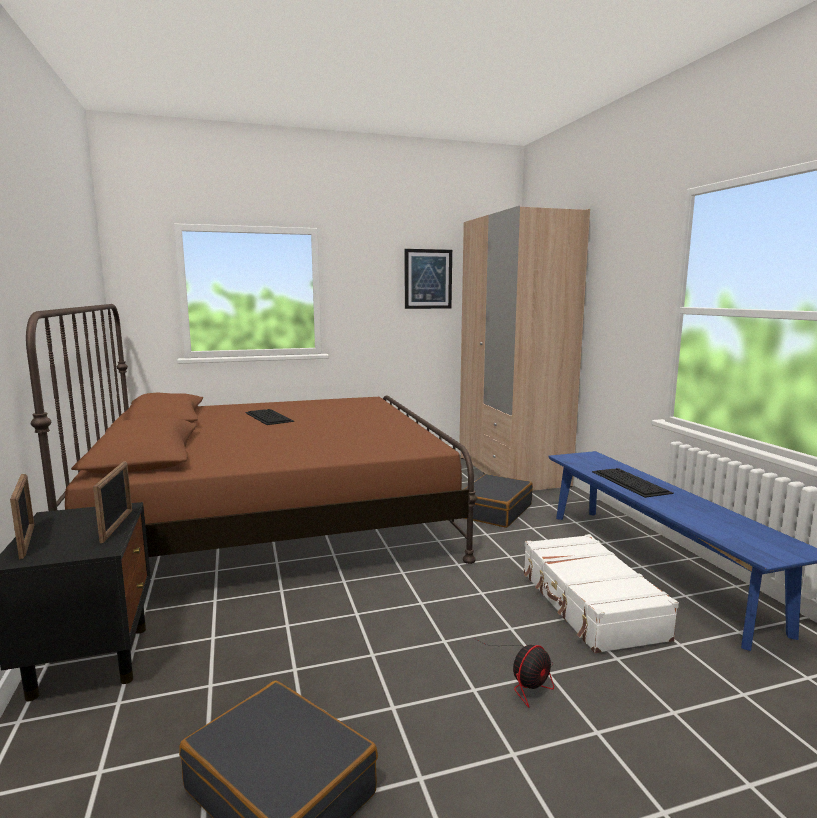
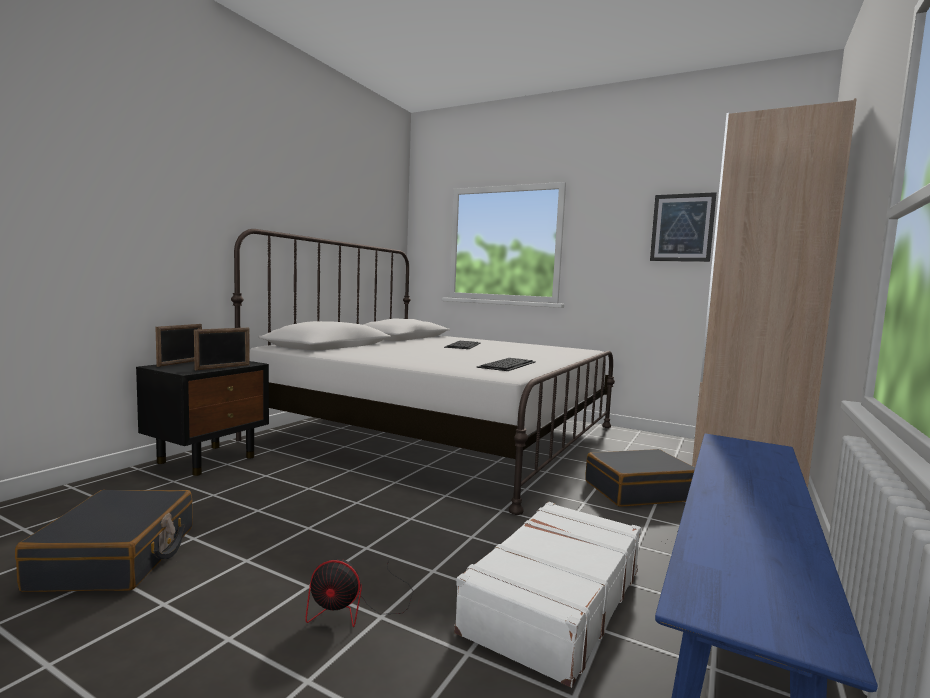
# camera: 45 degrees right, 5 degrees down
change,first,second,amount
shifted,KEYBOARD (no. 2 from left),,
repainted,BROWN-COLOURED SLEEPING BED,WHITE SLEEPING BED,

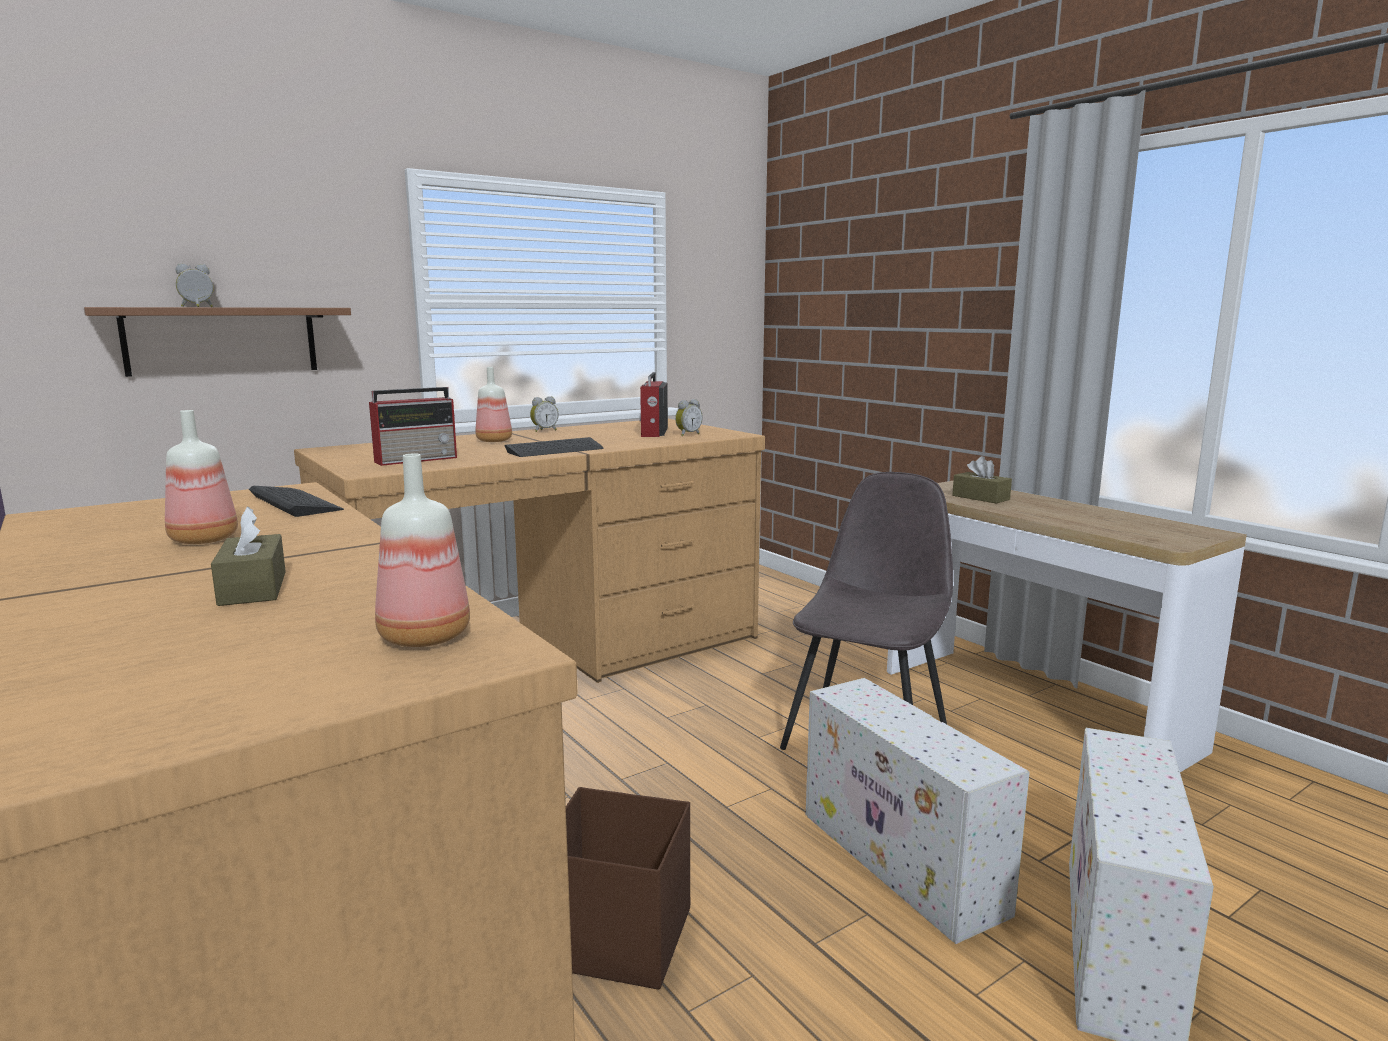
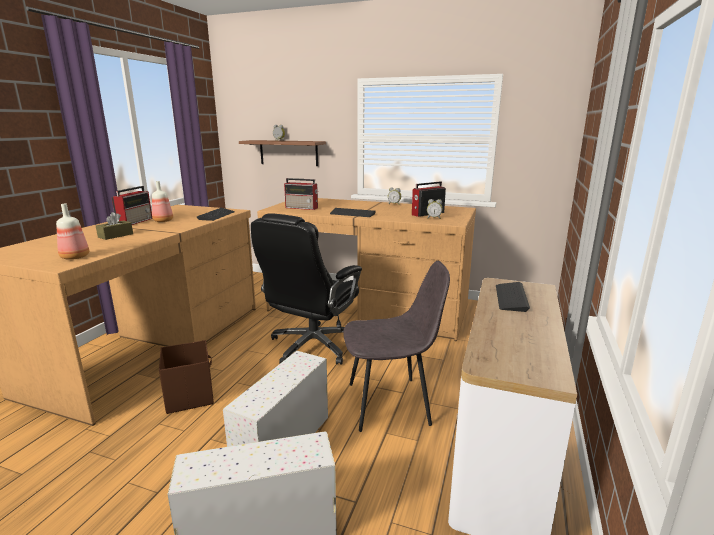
# camera: 55 degrees right, 5 degrees up
change,first,second,amount
gone,BEVERAGE BOTTLE (no. 3 from left),,
new,,RADIO RECEIVER (no. 1 from left),
new,,BLACK COMPUTER CHAIR,
swapped,BROWN-COLOURED BOX OF TISSUES (no. 2 from left),KEYBOARD (no. 3 from left),

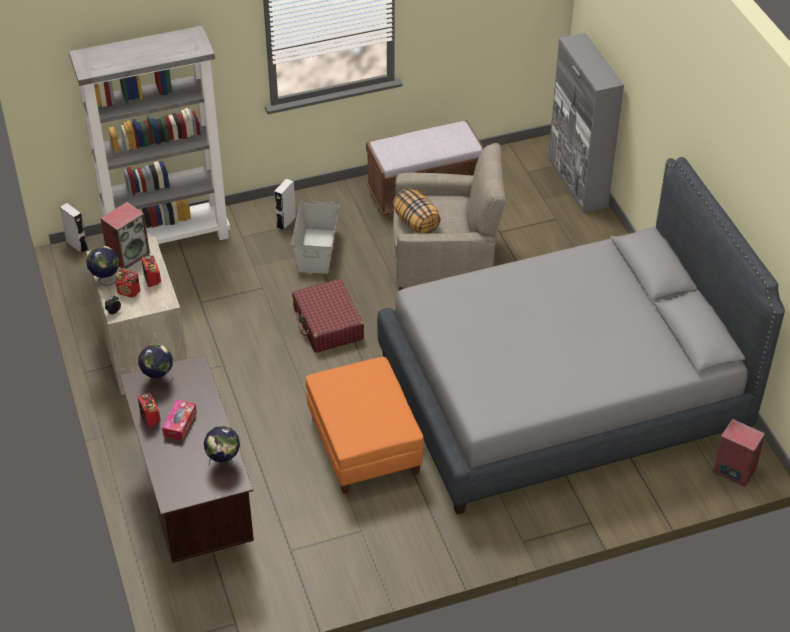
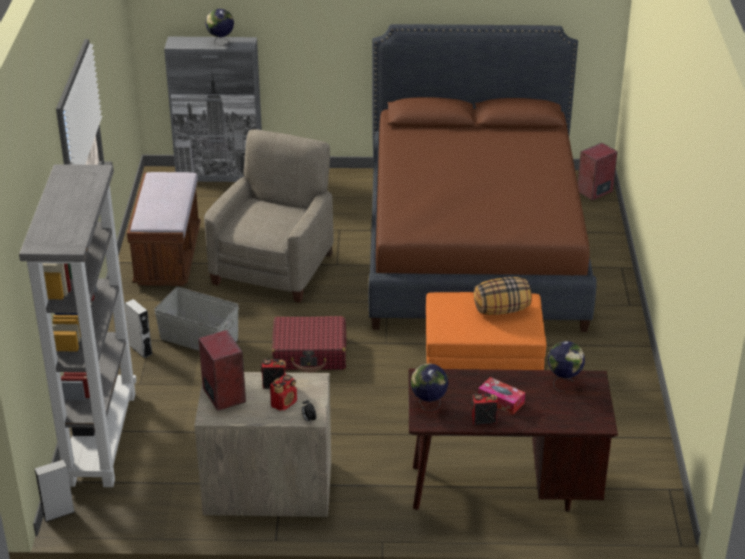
# camera: 70 degrees left, 10 degrees down
change,first,second,amount
shifted,DESK GLOBE (no. 1 from left),,
shifted,CUSHION,,
repainted,GREY SLEEPING BED,BROWN-COLOURED SLEEPING BED,

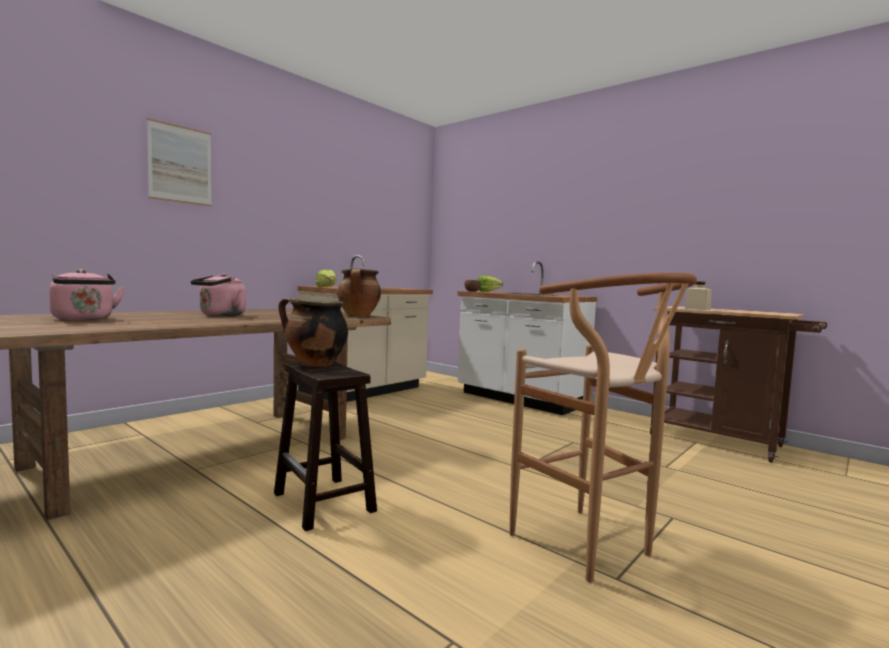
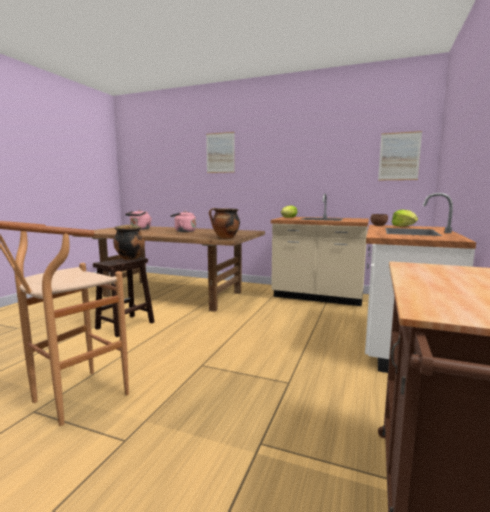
# camera: 70 degrees right, 5 degrees up
change,first,second,amount
gone,SAND-COLOURED JAR,,
new,,WALL PICTURE (no. 2 from left),

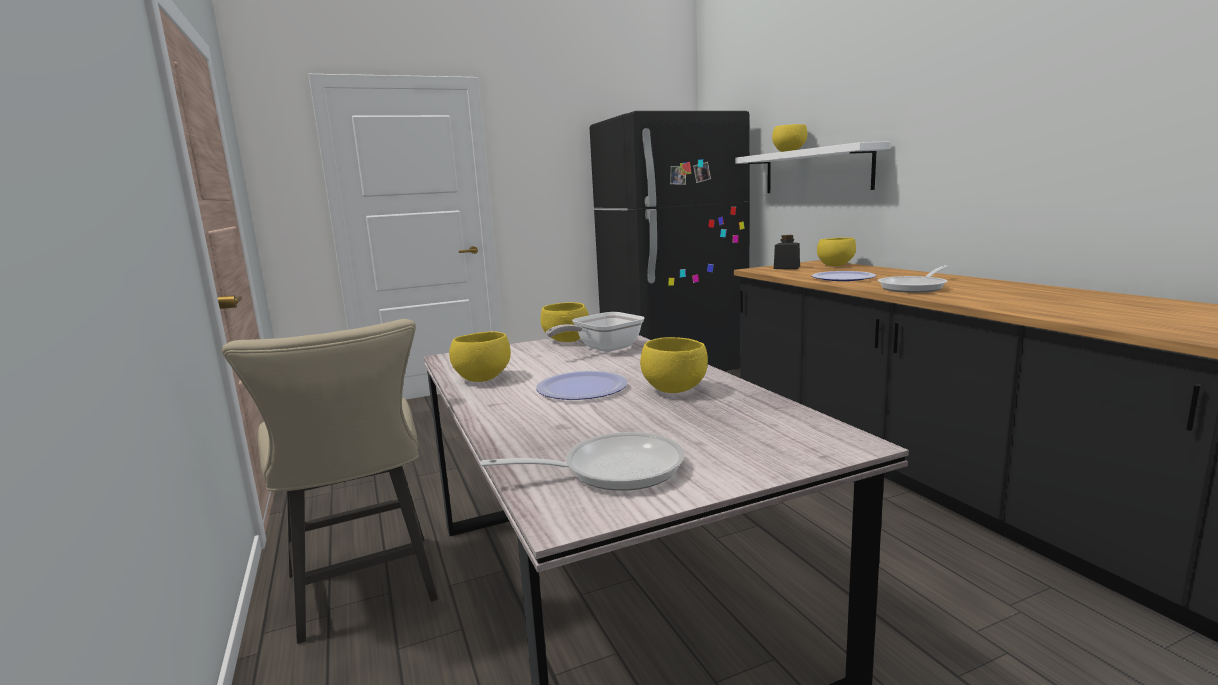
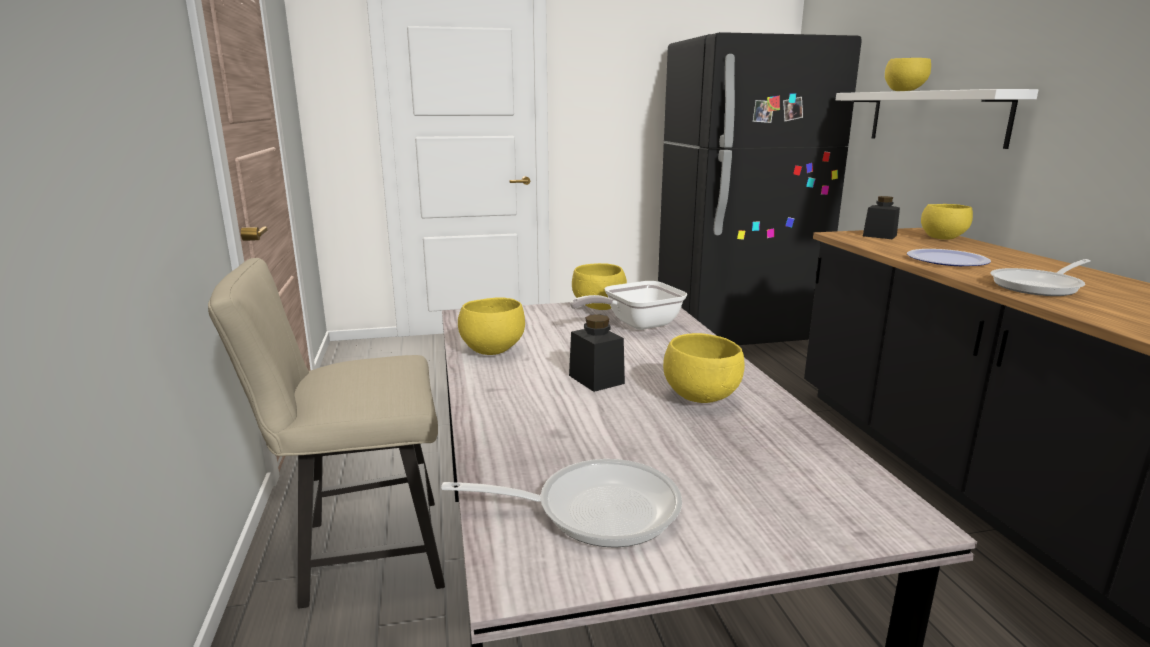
# camera: 10 degrees right, 5 degrees up
change,first,second,amount
swapped,PLATE (no. 1 from left),BLACK JAR (no. 1 from left),
rotated,SAND-COLOURED CHAIR,,90 degrees clockwise

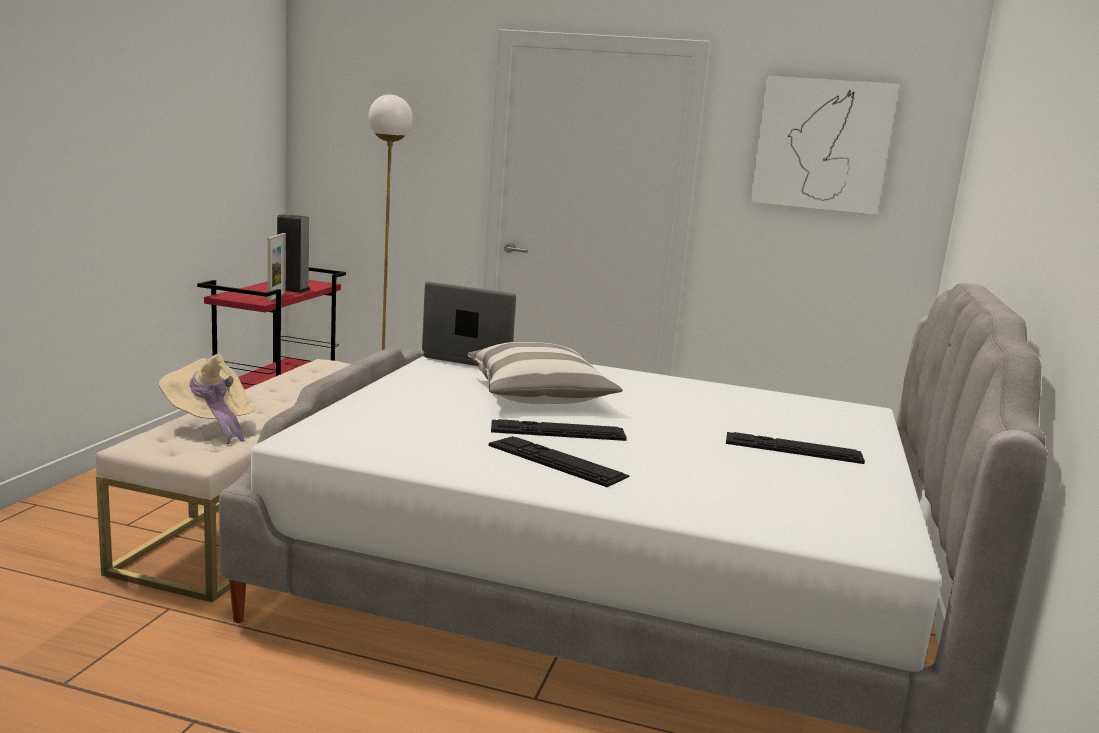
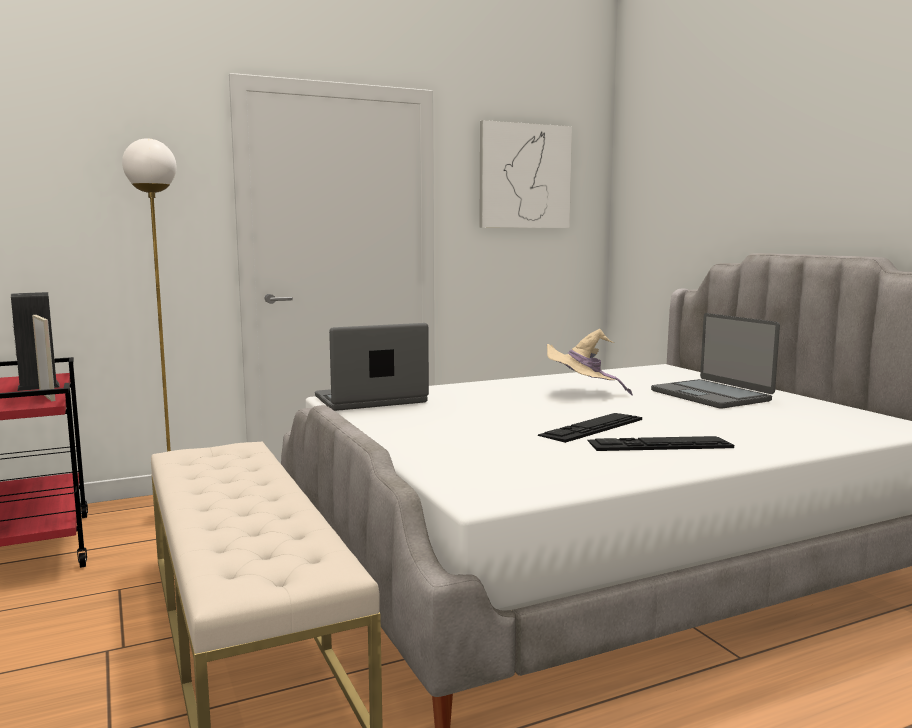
# camera: 40 degrees left, 5 degrees down
change,first,second,amount
gone,CUSHION,,
shifted,SAND-COLOURED HAT,,
swapped,KEYBOARD (no. 3 from left),NOTEBOOK COMPUTER (no. 2 from left),

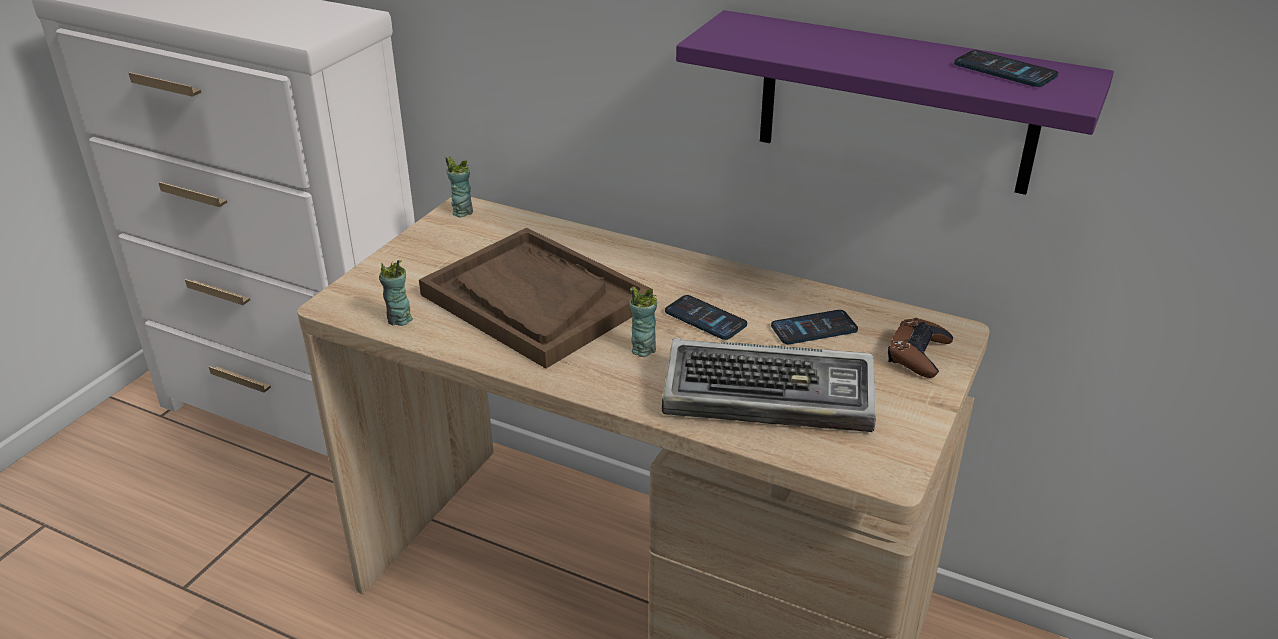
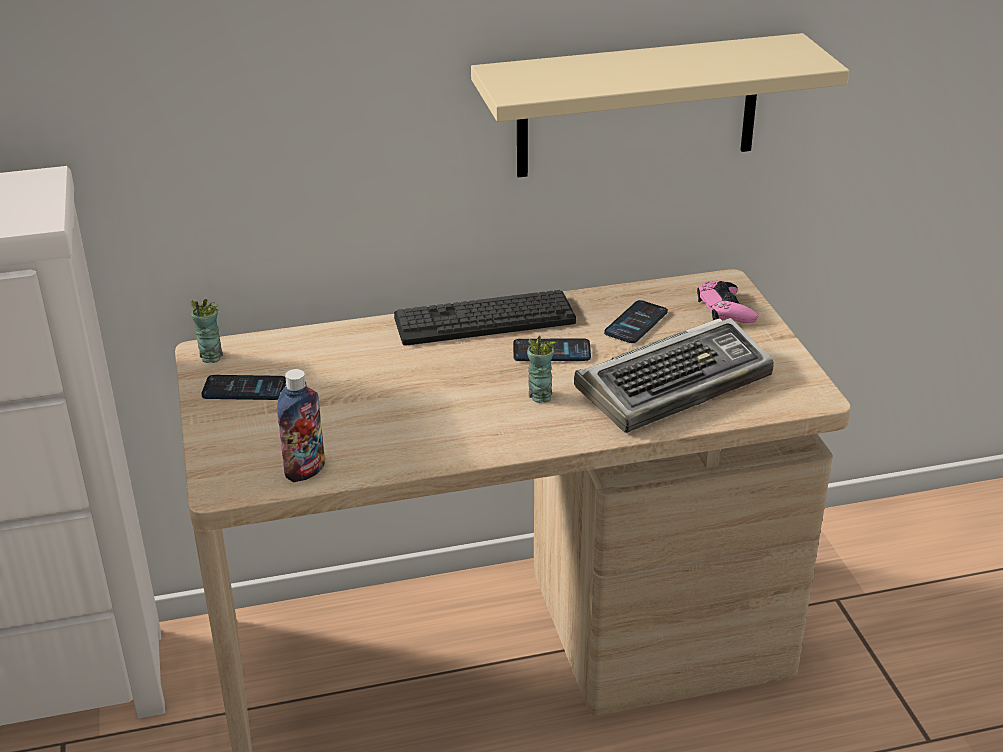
# camera: 40 degrees left, 0 degrees up
change,first,second,amount
gone,BROWN-COLOURED TRAY,,
new,,KEYBOARD (no. 1 from left),
shifted,HANDSET (no. 3 from left in the first image),HANDSET (no. 1 from left),
swapped,CUP (no. 1 from left),BEVERAGE BOTTLE,
repainted,PURPLE BRACKET SHELF,SAND-COLOURED BRACKET SHELF,
repainted,BROWN-COLOURED JOYPAD,PINK-COLOURED JOYPAD,

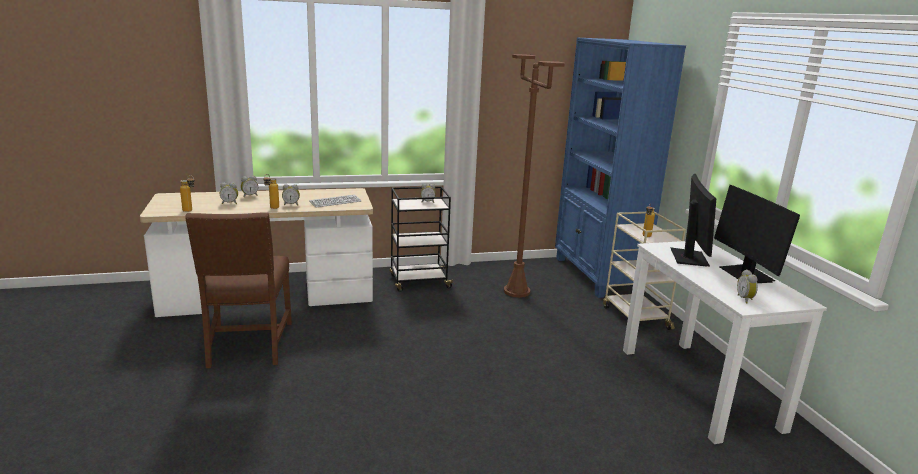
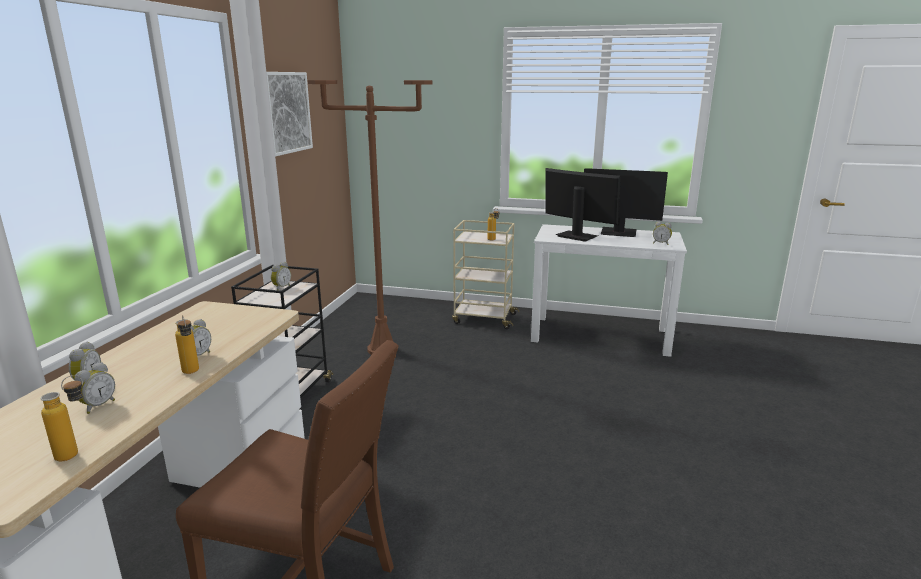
# camera: 60 degrees left, 0 degrees up
change,first,second,amount
gone,KEYBOARD,,
gone,BLUE-COLOURED BOOKSHELF,,
new,,WALL PICTURE,

